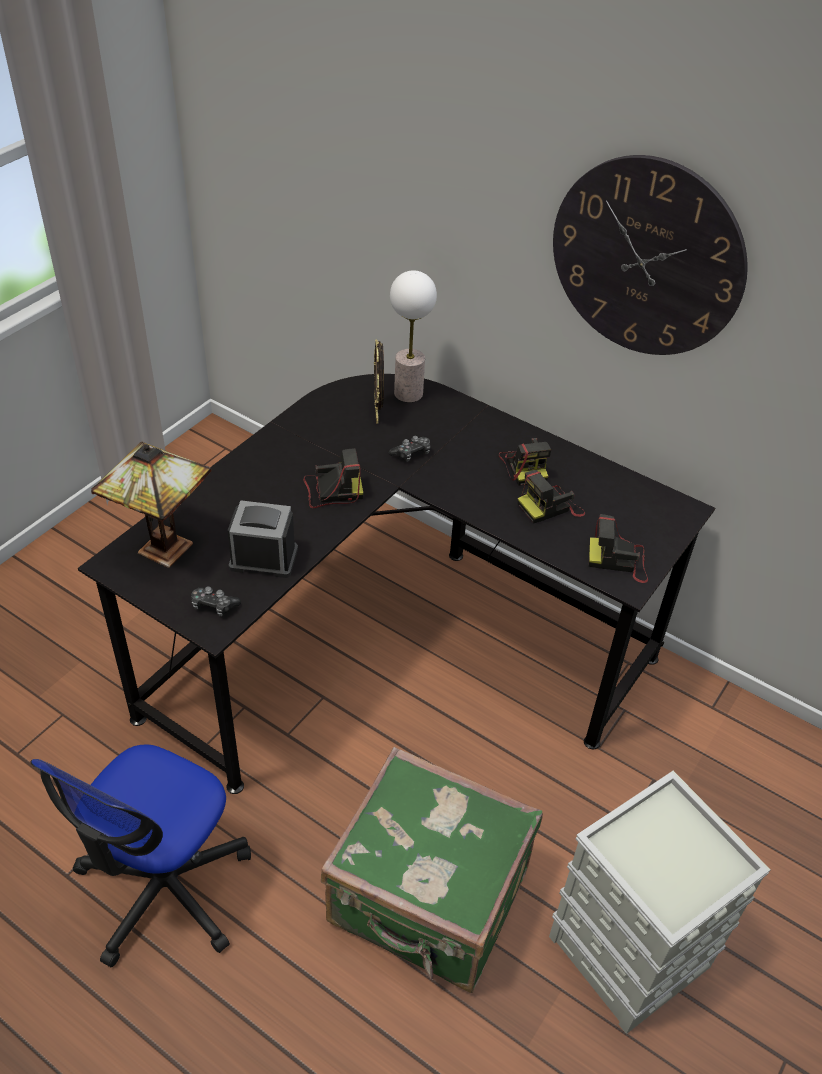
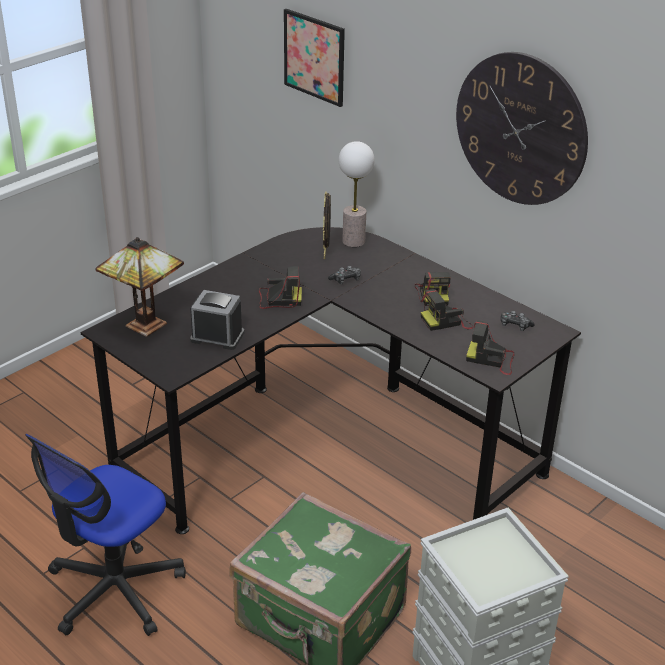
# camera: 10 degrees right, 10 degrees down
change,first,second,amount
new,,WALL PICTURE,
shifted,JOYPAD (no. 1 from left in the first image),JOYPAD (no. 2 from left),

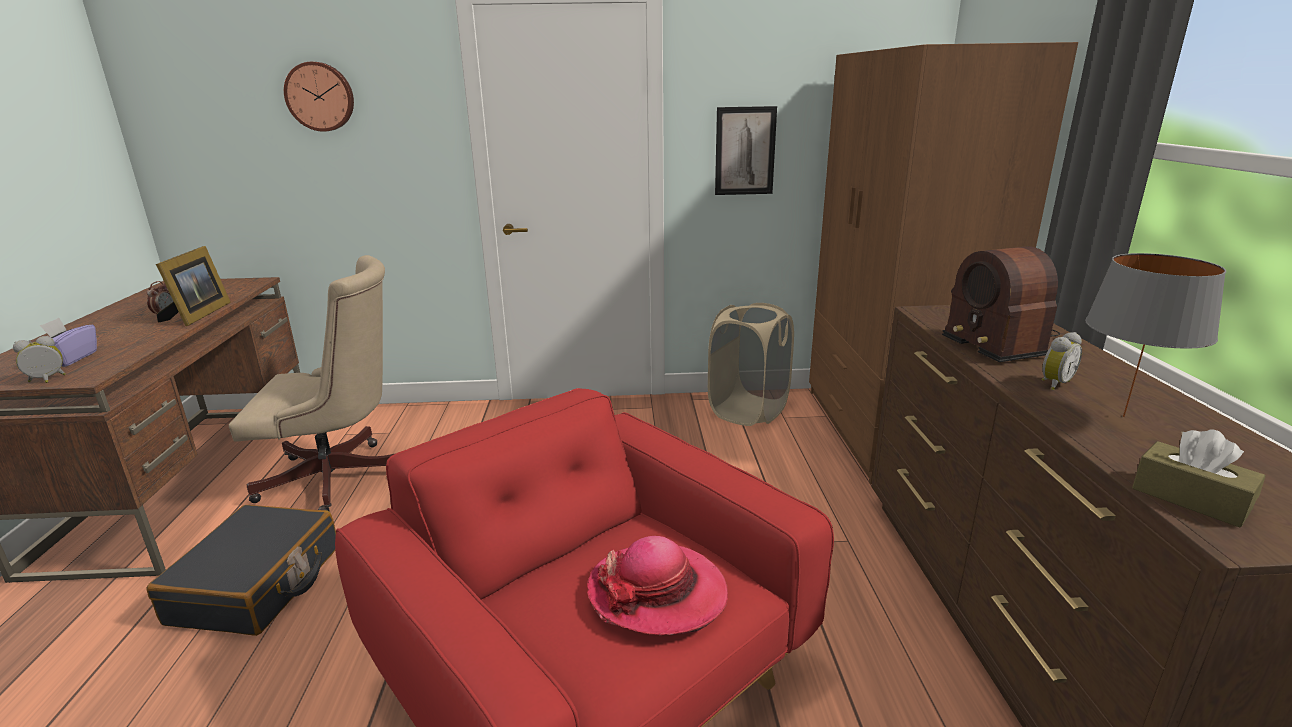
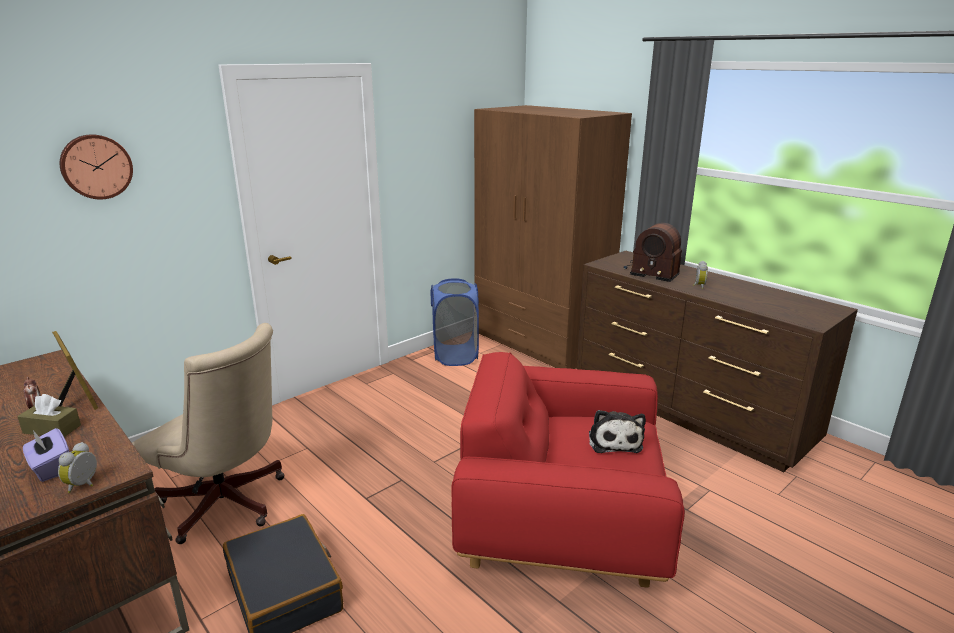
# camera: 40 degrees left, 0 degrees up
change,first,second,amount
gone,WALL PICTURE,,
gone,GREY TABLETOP LAMP,,
shifted,BROWN-COLOURED BOX OF TISSUES,,
swapped,HAT,PLUSH TOY,
repainted,SAND-COLOURED HAMPER,BLUE-COLOURED HAMPER,
rotated,SAND-COLOURED COMPUTER CHAIR,,75 degrees clockwise

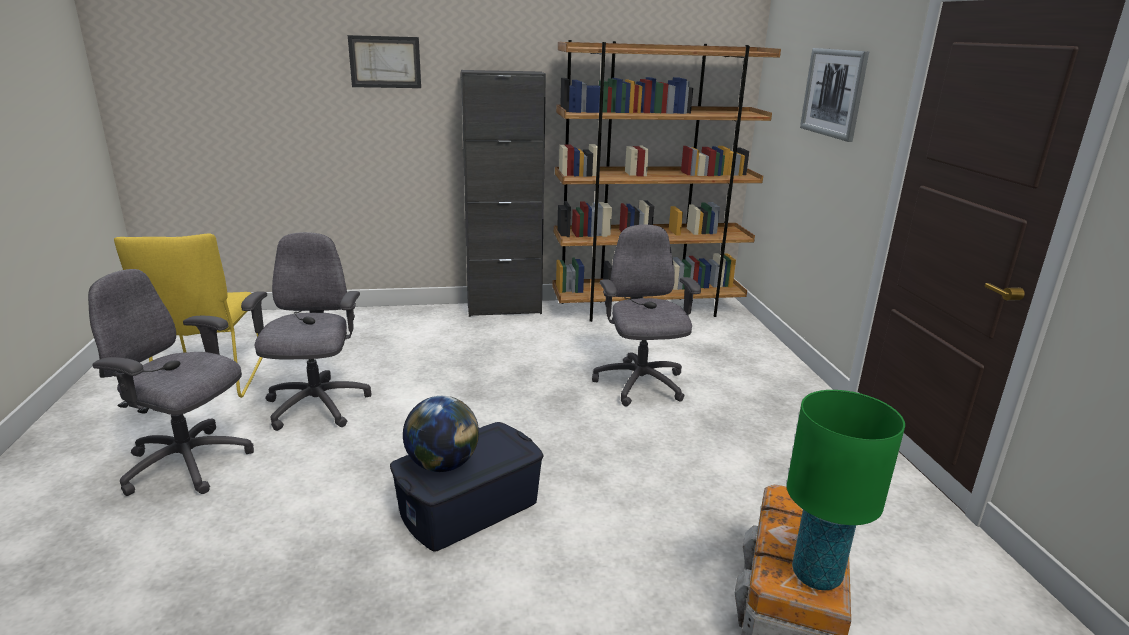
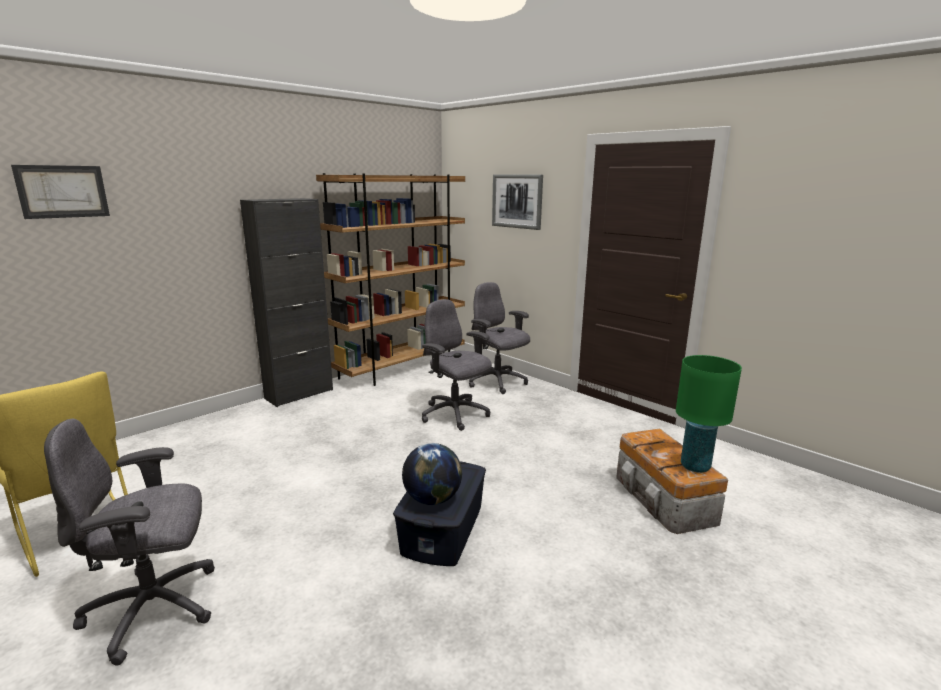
# camera: 35 degrees left, 5 degrees down
change,first,second,amount
shifted,GREY COMPUTER CHAIR (no. 2 from left in the first image),GREY COMPUTER CHAIR (no. 3 from left),
shifted,WALL PICTURE (no. 1 from left),,

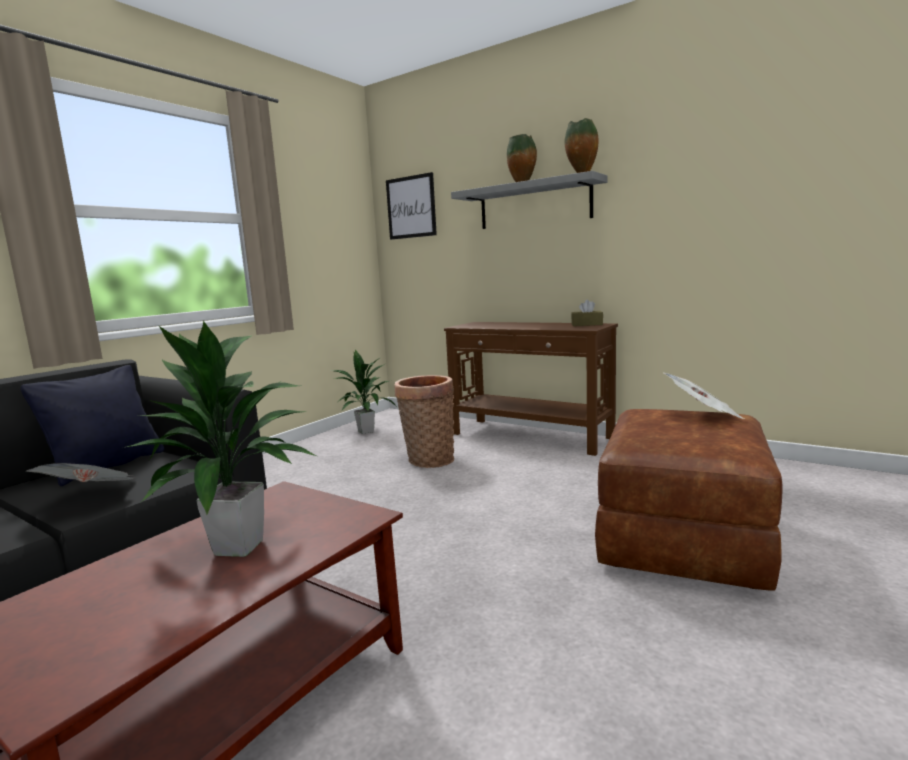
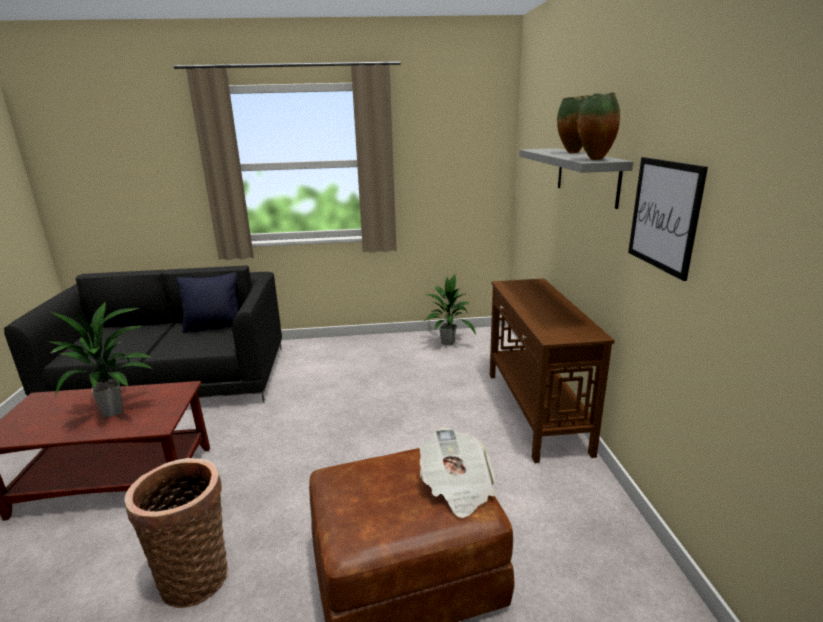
# camera: 50 degrees right, 10 degrees up
change,first,second,amount
gone,DAILY PAPER (no. 1 from left),,
gone,BROWN-COLOURED BOX OF TISSUES,,
shifted,WALL PICTURE,,
shifted,BASKET,,

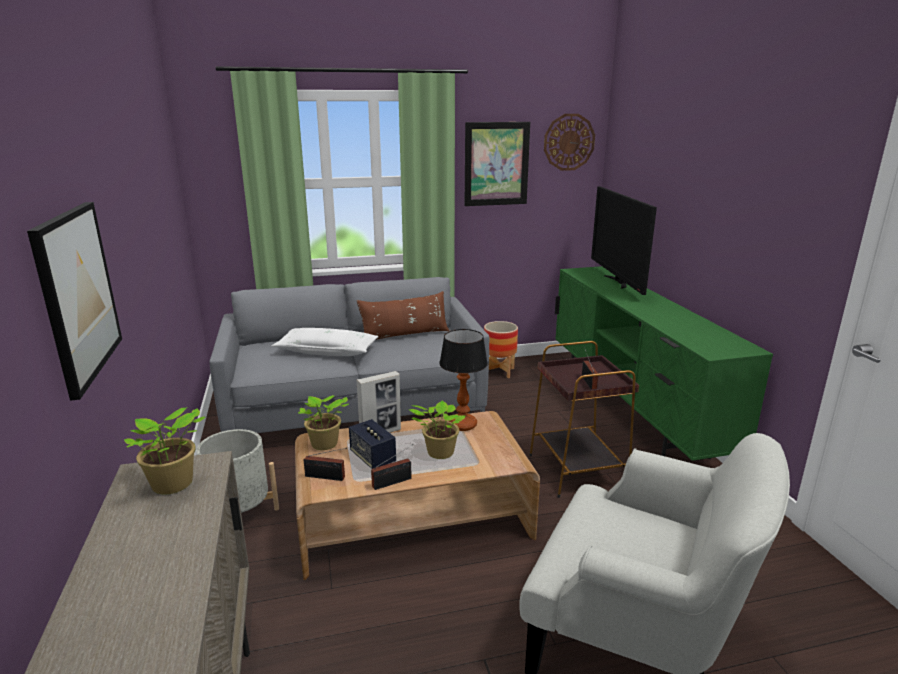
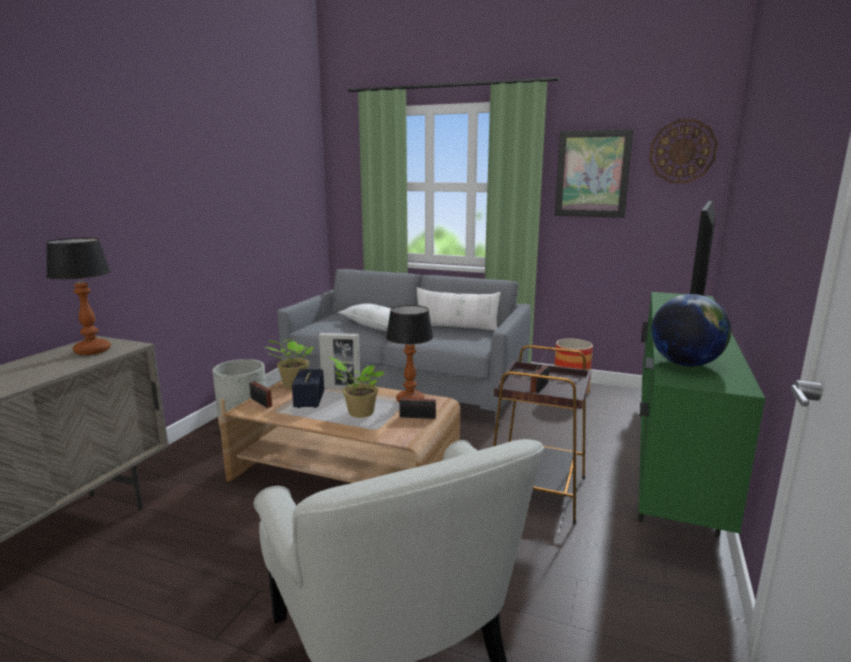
# camera: 35 degrees right, 5 degrees down
change,first,second,amount
gone,WALL PICTURE (no. 1 from left),,
new,,DESK GLOBE,
shifted,RADIO RECEIVER (no. 2 from left),,
swapped,HOUSEPLANT (no. 1 from left),TABLETOP LAMP (no. 1 from left),
repainted,BROWN-COLOURED CUSHION,WHITE CUSHION (no. 2 from left),

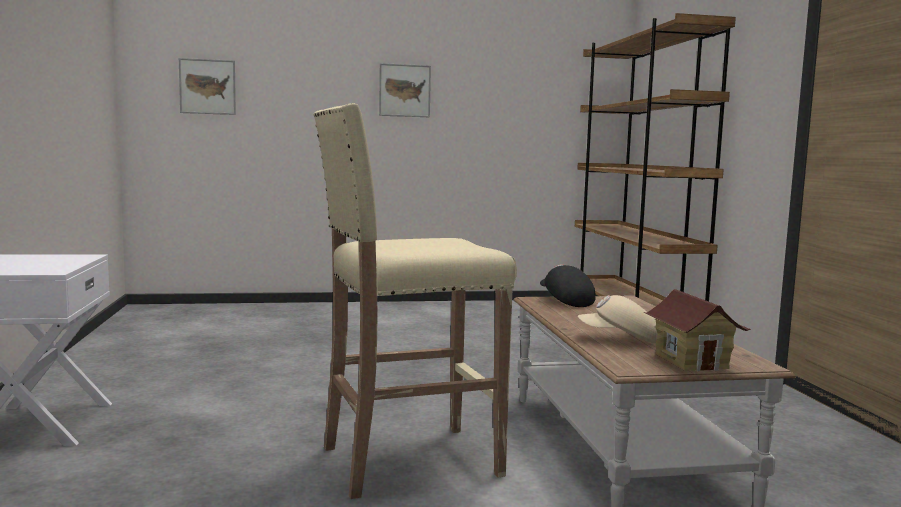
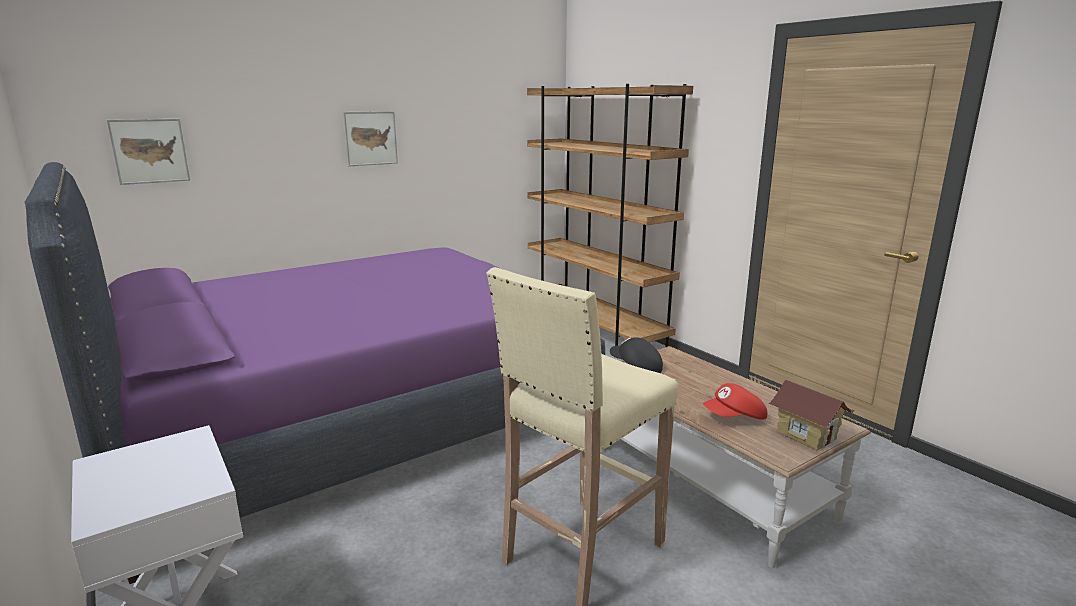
# camera: 25 degrees left, 10 degrees up
change,first,second,amount
new,,PURPLE SLEEPING BED,
repainted,SAND-COLOURED CAP,RED-COLOURED CAP,

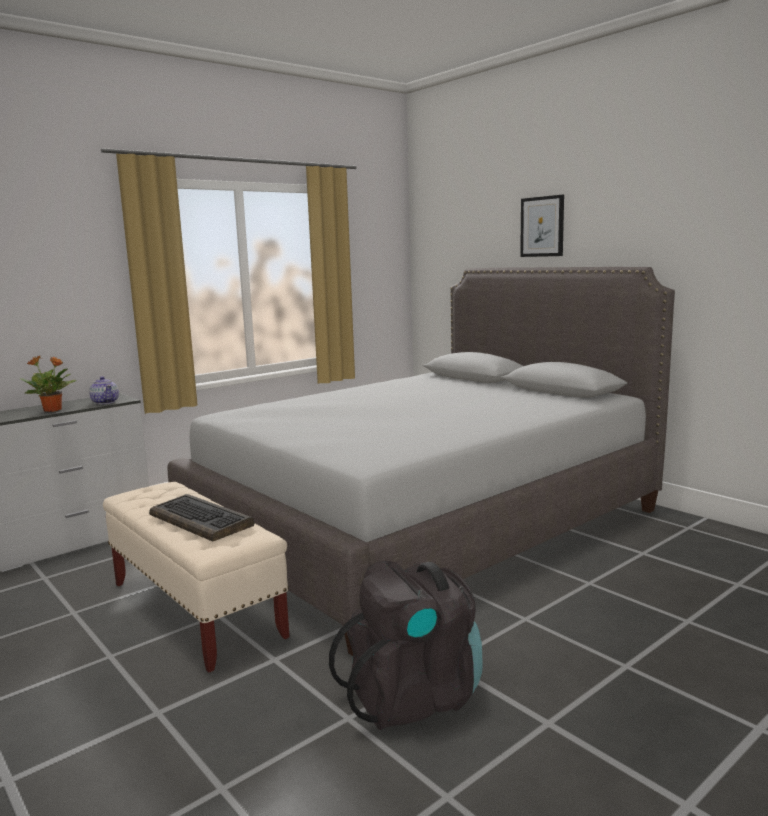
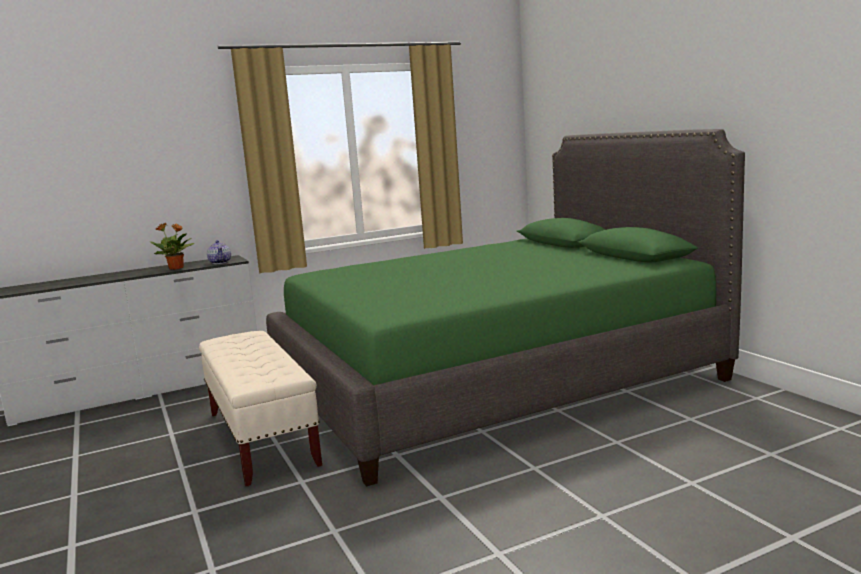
# camera: 15 degrees right, 0 degrees up
change,first,second,amount
gone,KEYBOARD,,
gone,BLACK KNAPSACK,,
gone,WALL PICTURE,,
repainted,GREY SLEEPING BED,GREEN-COLOURED SLEEPING BED,

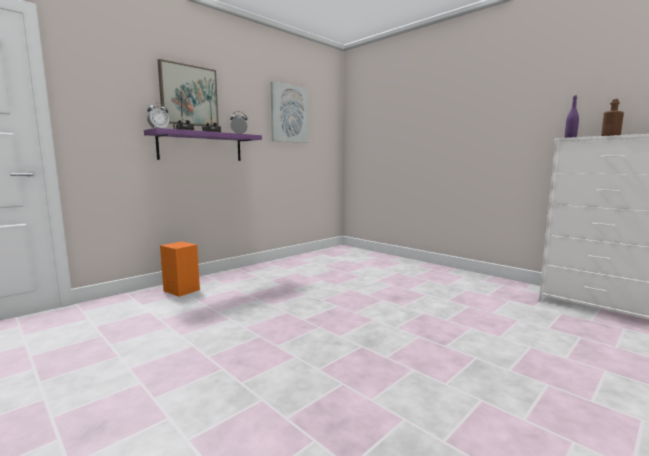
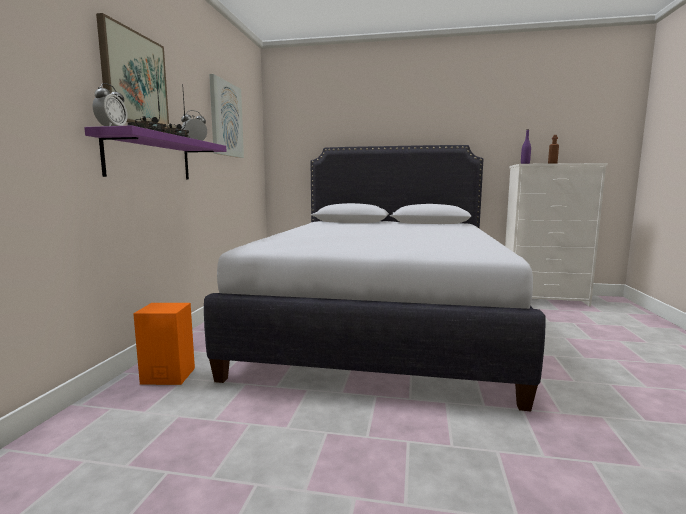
# camera: 35 degrees left, 0 degrees up
change,first,second,amount
new,,WHITE SLEEPING BED,

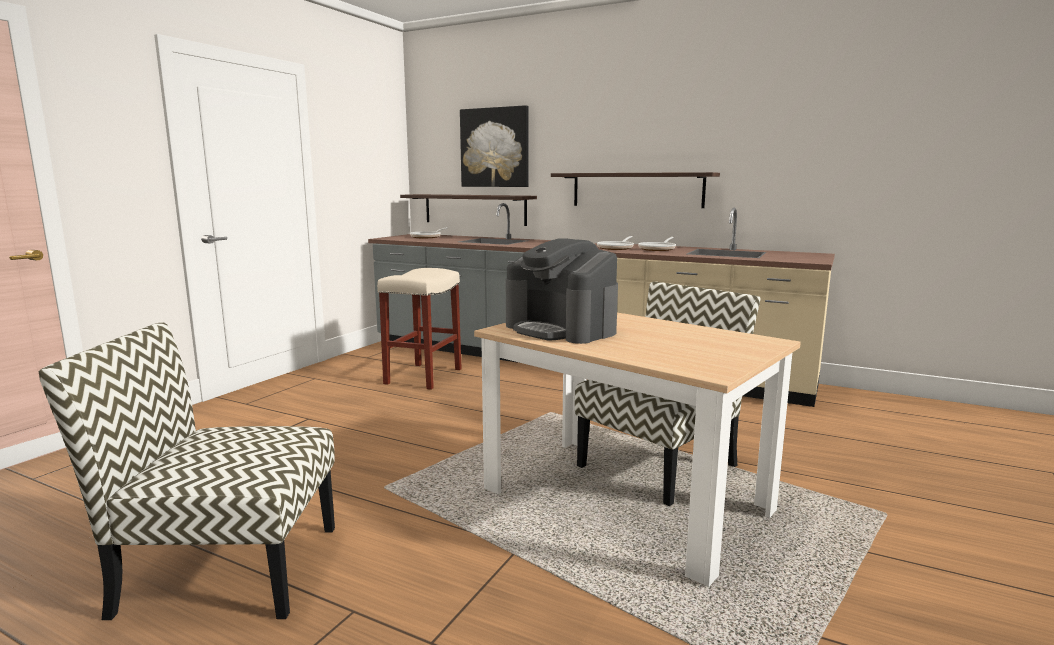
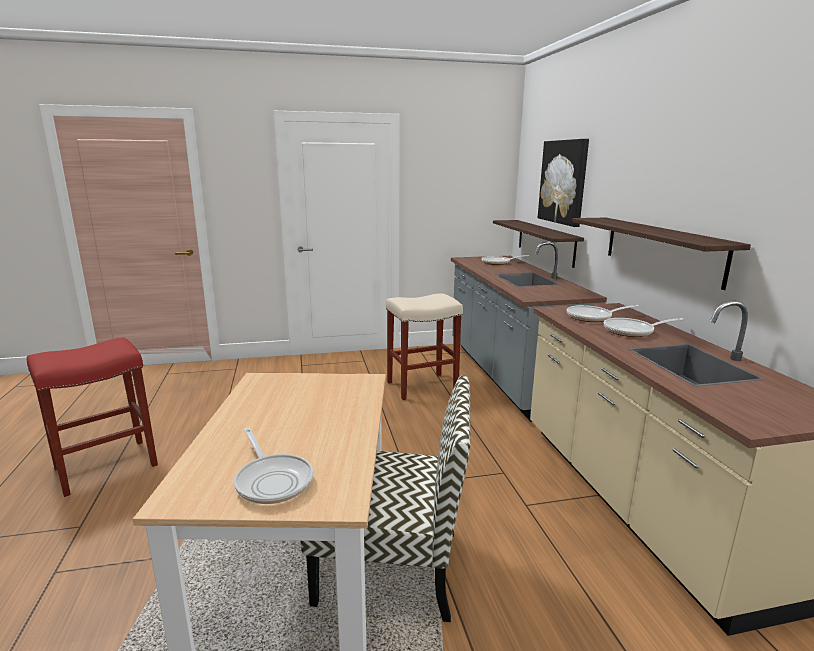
# camera: 50 degrees right, 5 degrees up
change,first,second,amount
gone,COFFEE MAKER,,
new,,FRYING PAN (no. 1 from left),
swapped,CHAIR (no. 1 from left),RED-COLOURED SITTING STOOL,

